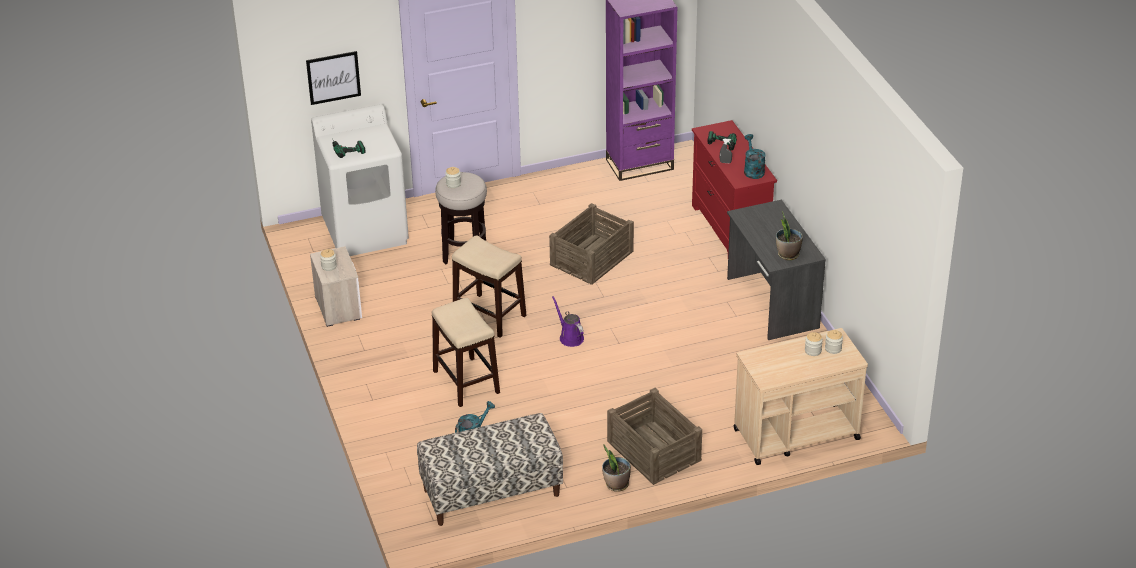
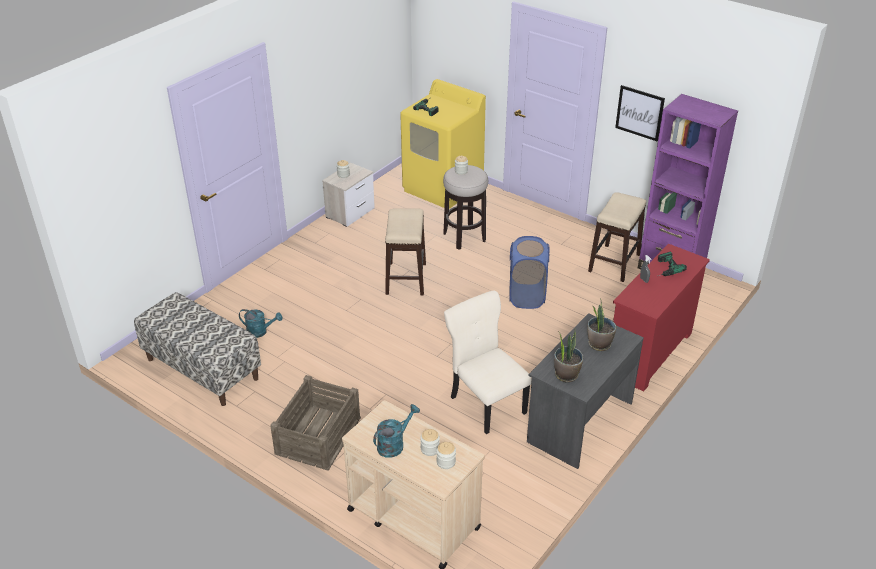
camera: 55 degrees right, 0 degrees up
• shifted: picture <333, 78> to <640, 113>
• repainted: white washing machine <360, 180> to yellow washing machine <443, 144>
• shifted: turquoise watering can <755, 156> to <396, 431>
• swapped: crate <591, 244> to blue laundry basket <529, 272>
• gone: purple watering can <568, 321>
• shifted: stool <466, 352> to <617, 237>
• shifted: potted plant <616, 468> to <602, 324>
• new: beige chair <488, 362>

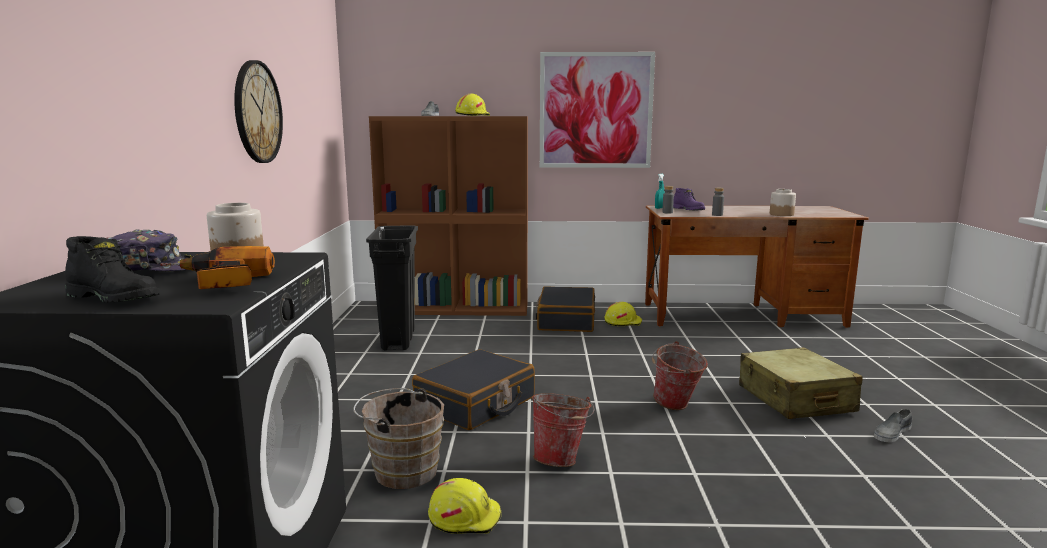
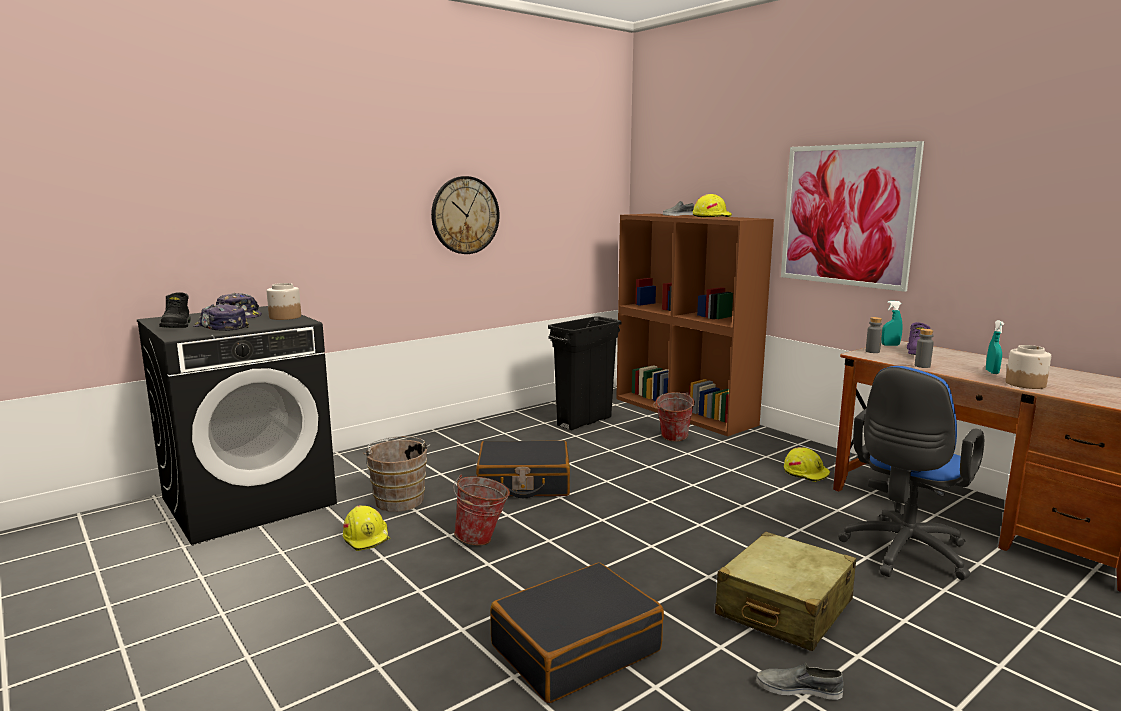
camera: 50 degrees right, 0 degrees up
• swapped: power drill <217, 267> to cap <221, 317>
• shifted: black suitcase <565, 309> to <577, 633>
• shifted: bucket <680, 375> to <674, 417>
• new: turquoise spray bottle <995, 347>
• new: blue office chair <911, 473>

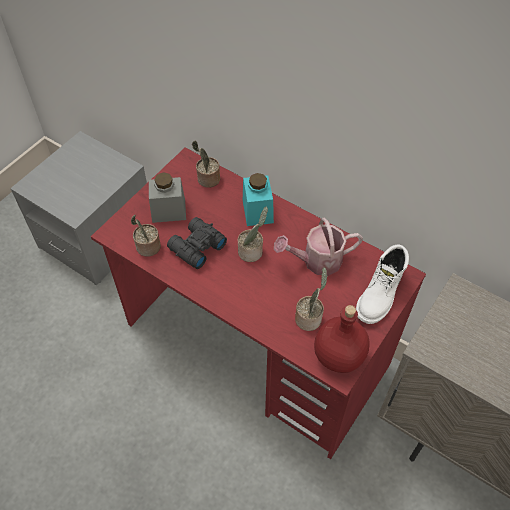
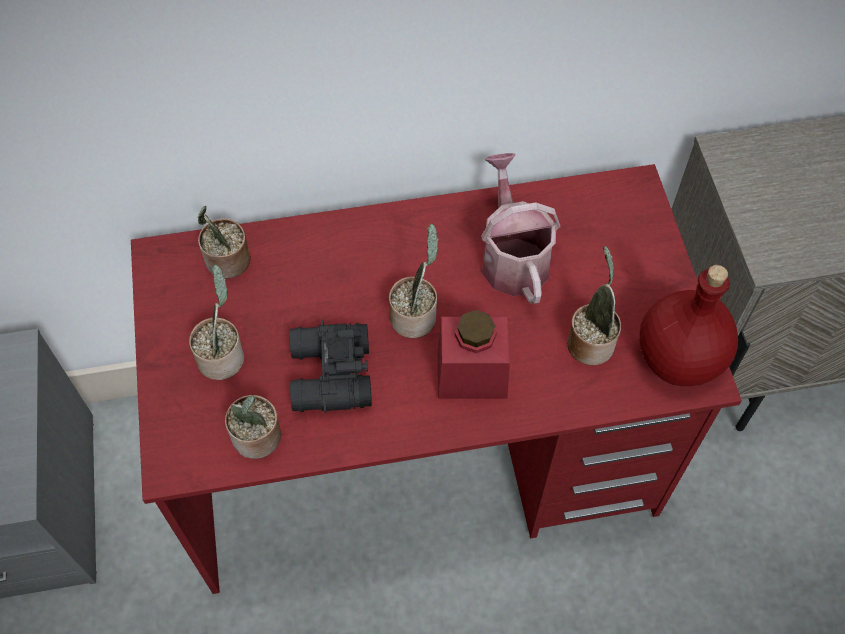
camera: 45 degrees left, 5 degrees up
• swapped: grey jar <167, 197> to potted plant <216, 322>
• gone: turquoise jar <258, 199>
• rotated: watering can <318, 247> = <520, 228> 135 degrees clockwise
• gone: white boot <382, 284>
• new: red jar <474, 354>

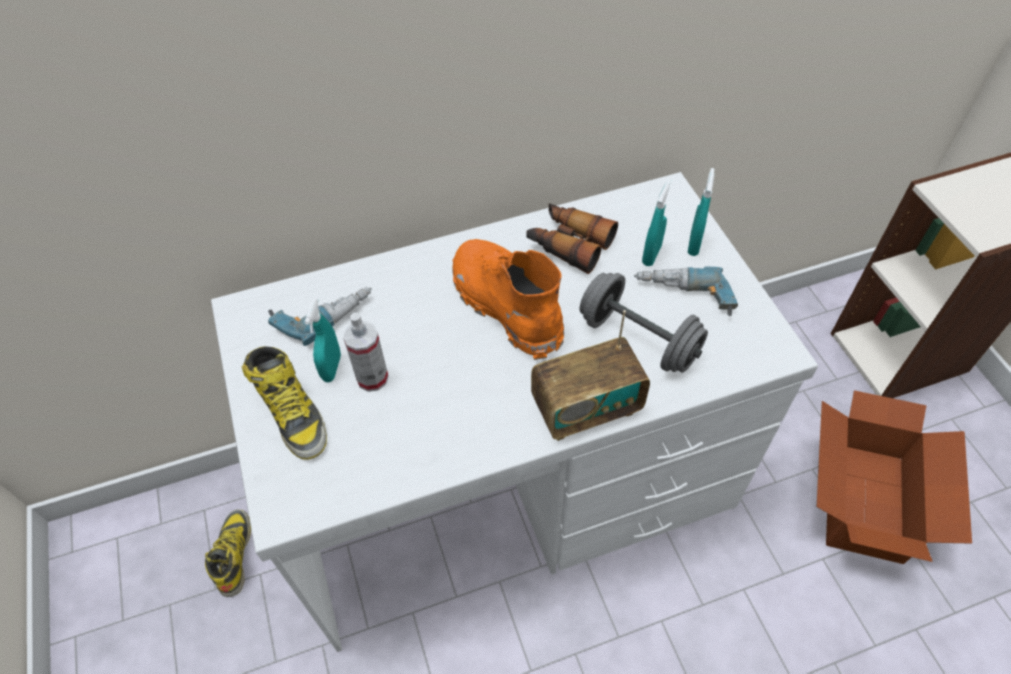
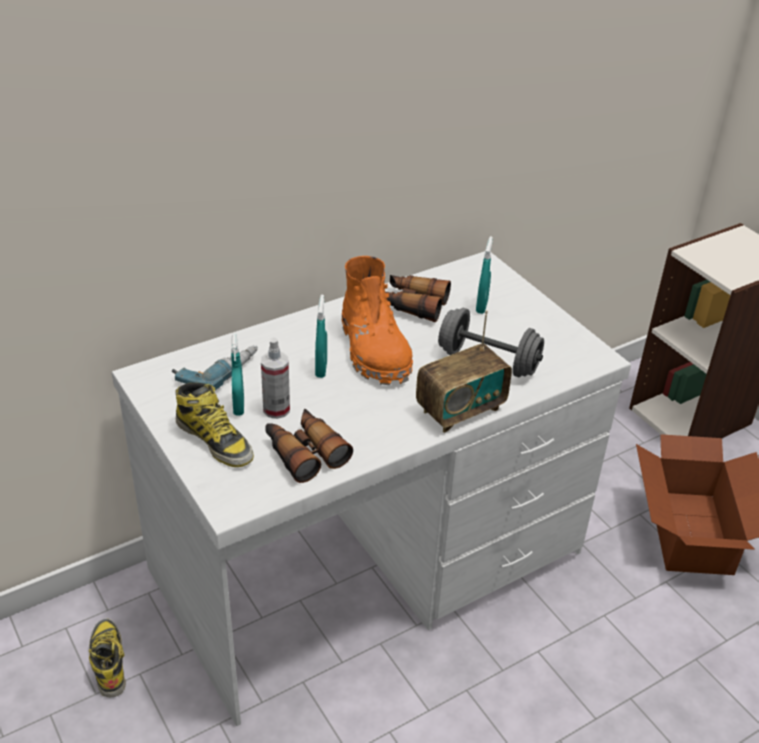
camera: 15 degrees left, 15 degrees down
• shifted: turquoise spray bottle <701, 212> to <321, 336>
• rotated: orange boot <508, 299> = <377, 320> 150 degrees counterclockwise
• gone: power drill <686, 291>
• new: binoculars <309, 446>

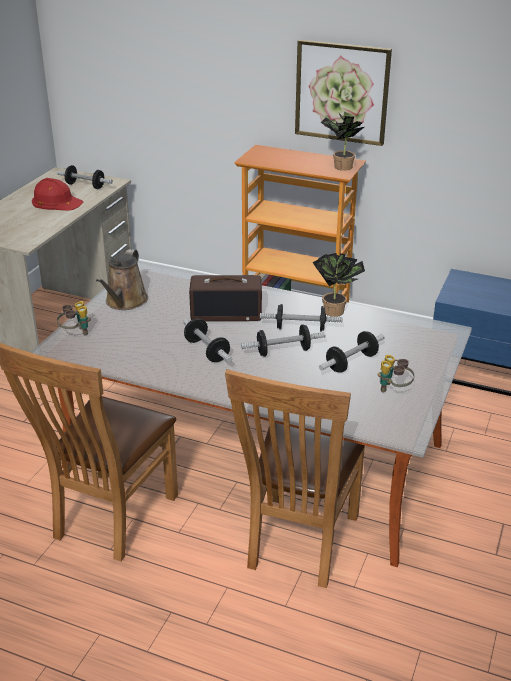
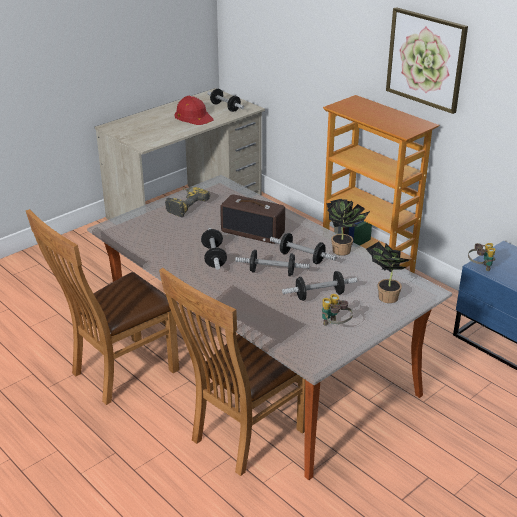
camera: 25 degrees right, 0 degrees up
• shifted: potted plant <342, 142> to <388, 272>
• swapped: brown watering can <122, 279> to power drill <187, 202>
• shifted: binoculars <74, 318> to <482, 257>

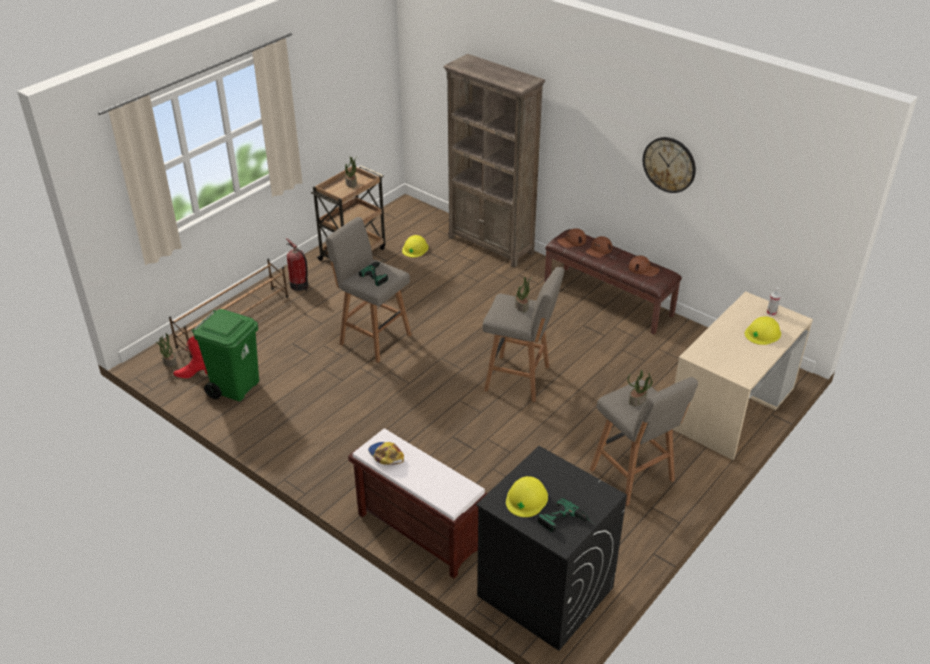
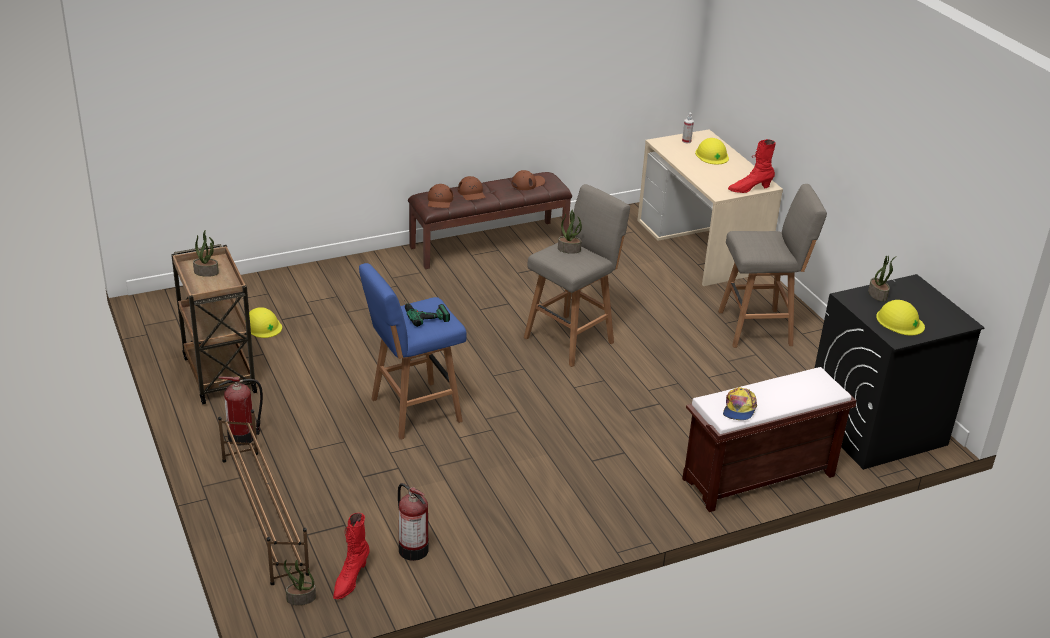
camera: 65 degrees left, 5 degrees down
• gone: brown bookcase <494, 160>
• gone: wall clock <669, 165>
• repainted: grey stool <369, 290> to blue stool <413, 351>
• swapped: green trash can <225, 355> to fire extinguisher <413, 522>
• shifted: potted plant <640, 388> to <882, 279>
• rotated: cap <386, 453> = <740, 403> 60 degrees counterclockwise
• gone: power drill <566, 514>
• new: red boot <752, 166>

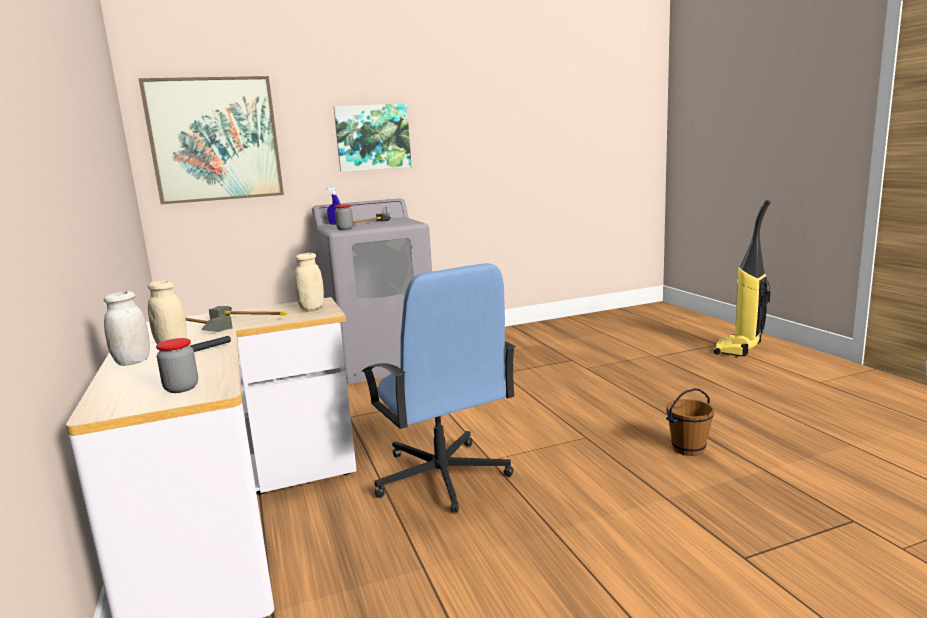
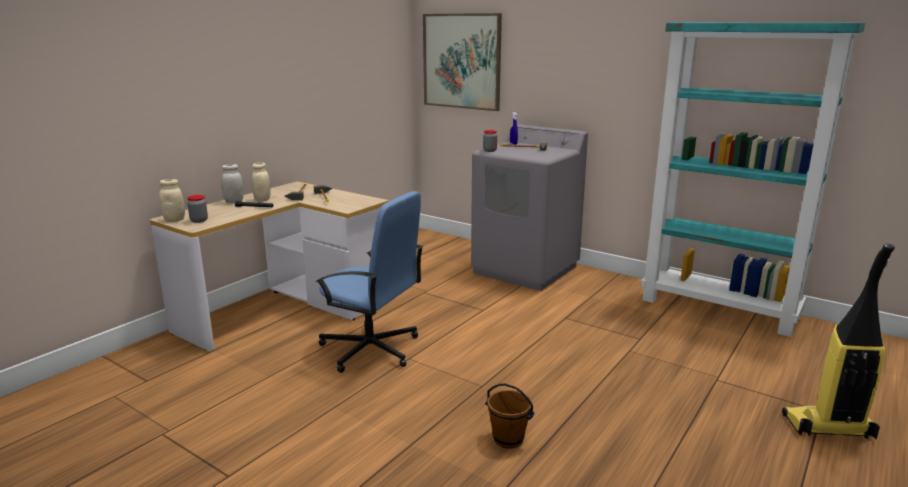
camera: 55 degrees right, 5 degrees up
• gone: picture <372, 138>
• shifted: beige jar <309, 281> to <172, 200>
• rotated: blue office chair <439, 388> = <370, 282> 90 degrees counterclockwise
• new: turquoise bookcase <753, 179>

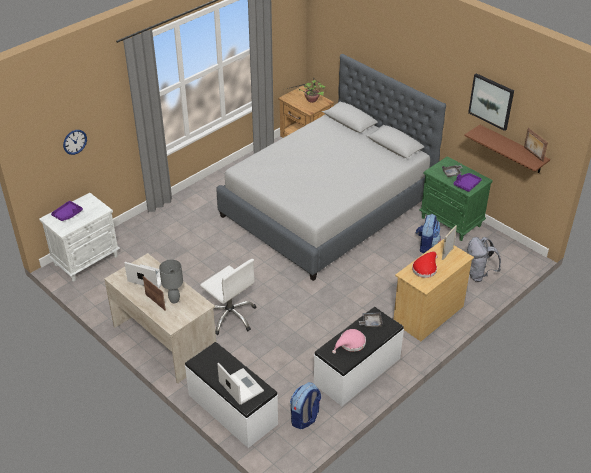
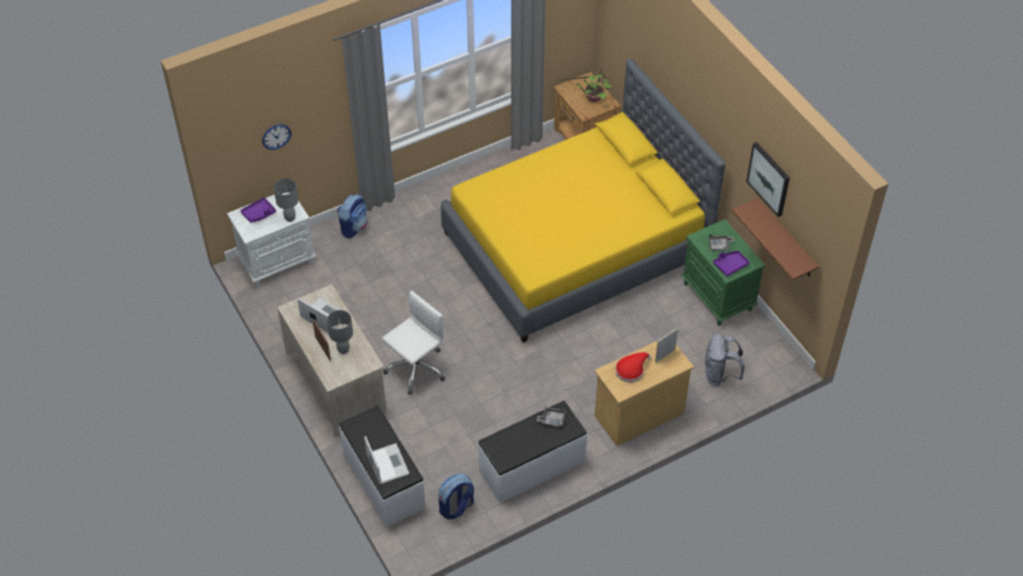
camera: 15 degrees right, 10 degrees up
• repainted: grey bed <331, 167> to yellow bed <583, 200>
• gone: picture frame <536, 145>
• shifted: backpack <428, 233> to <352, 216>
• rotated: white office chair <228, 297> = <413, 343> 105 degrees counterclockwise
• gone: pink hat <349, 341>
• new: grey table lamp <285, 200>

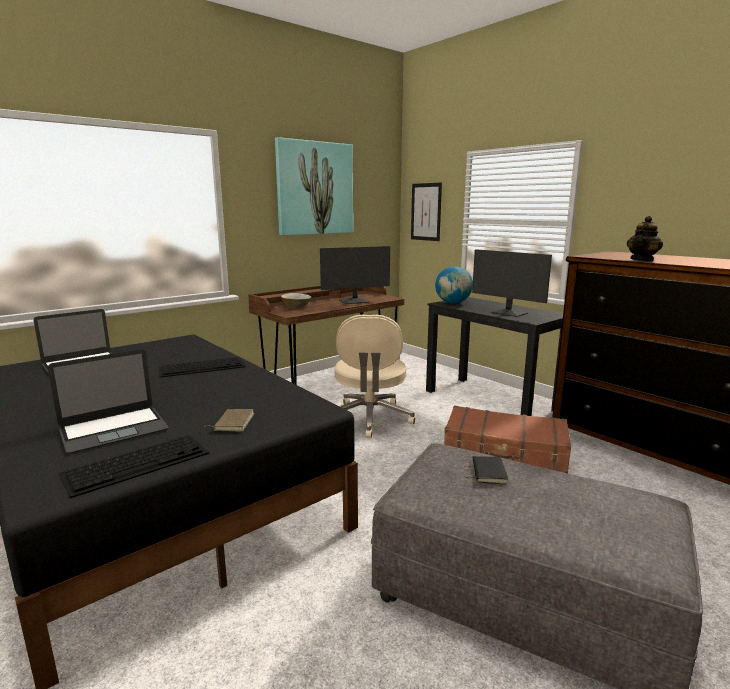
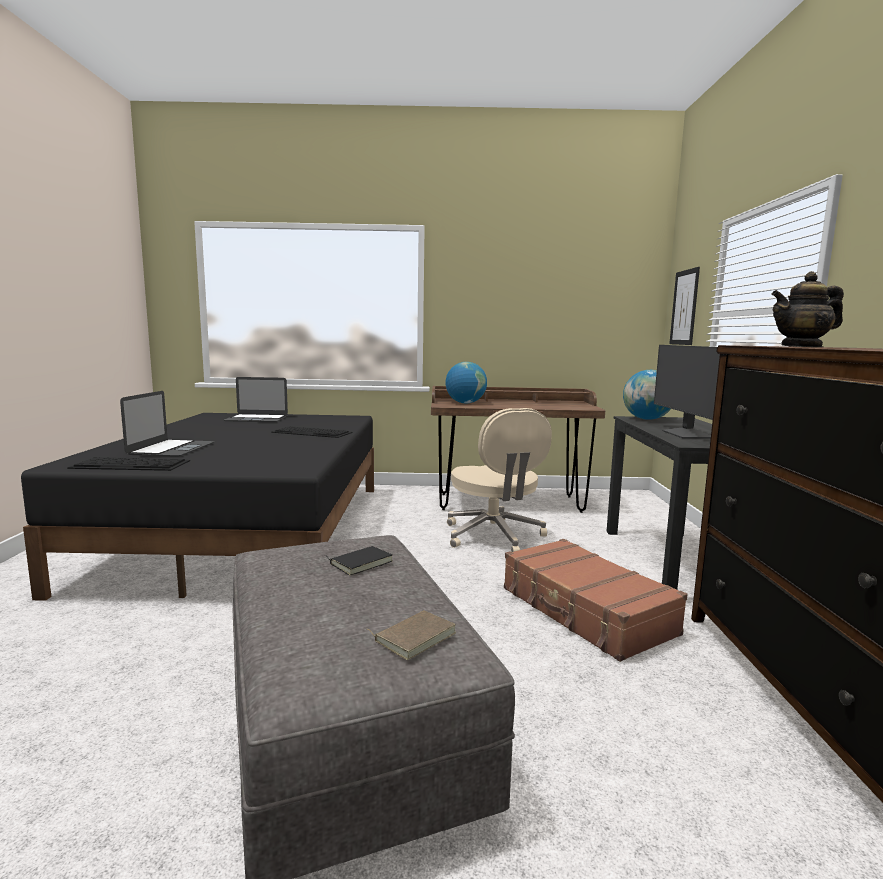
camera: 40 degrees right, 5 degrees down
• gone: picture <314, 186>
• gone: monitor <355, 275>
• swapped: beige bowl <296, 301> to globe <466, 383>
• rotated: beige office chair <374, 376> = <499, 480> 60 degrees counterclockwise
• rotated: laptop <108, 401> = <167, 424> 90 degrees counterclockwise
• shifted: brown book <229, 420> to <411, 635>

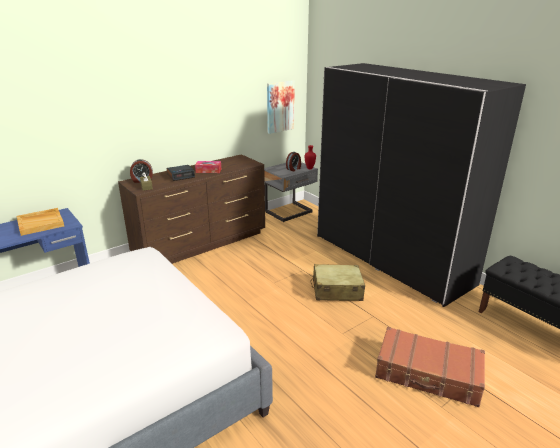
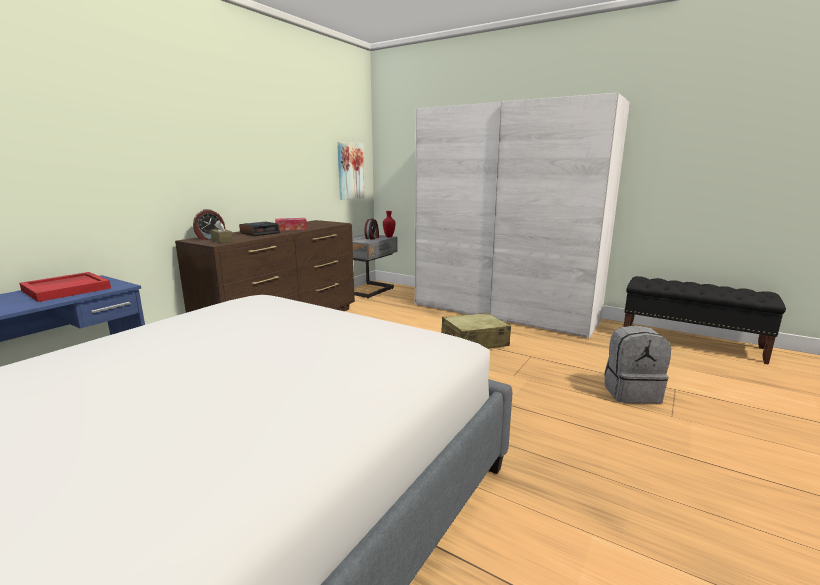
camera: 20 degrees left, 10 degrees down
• repainted: black wardrobe <421, 185> to white wardrobe <522, 216>
• repainted: beige tray <40, 222> to red tray <65, 287>
• swapped: brown suitcase <430, 367> to grey backpack <637, 364>

